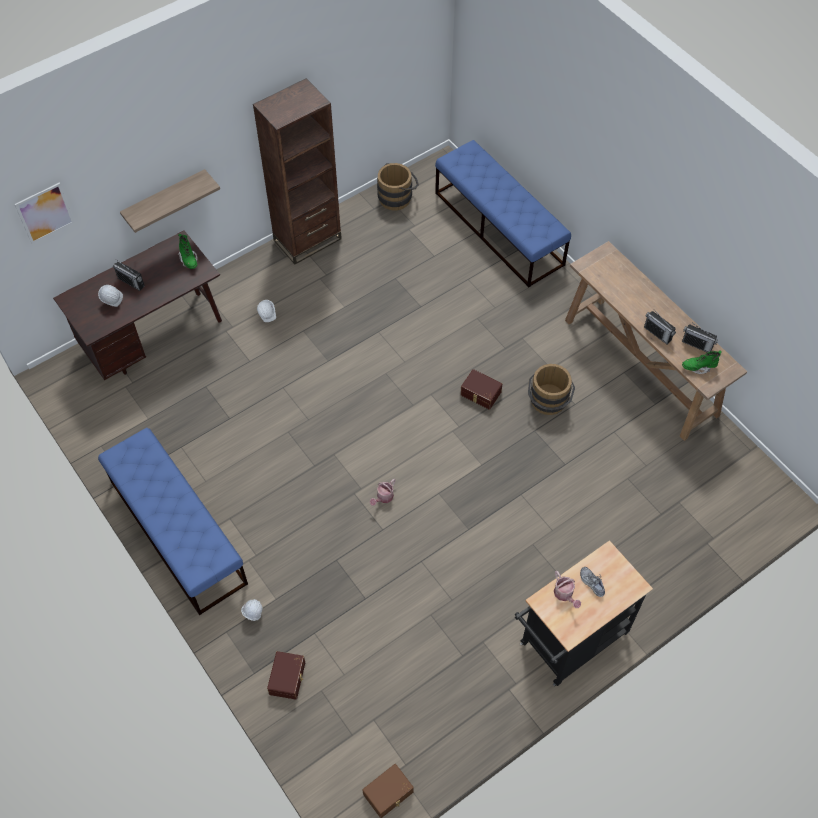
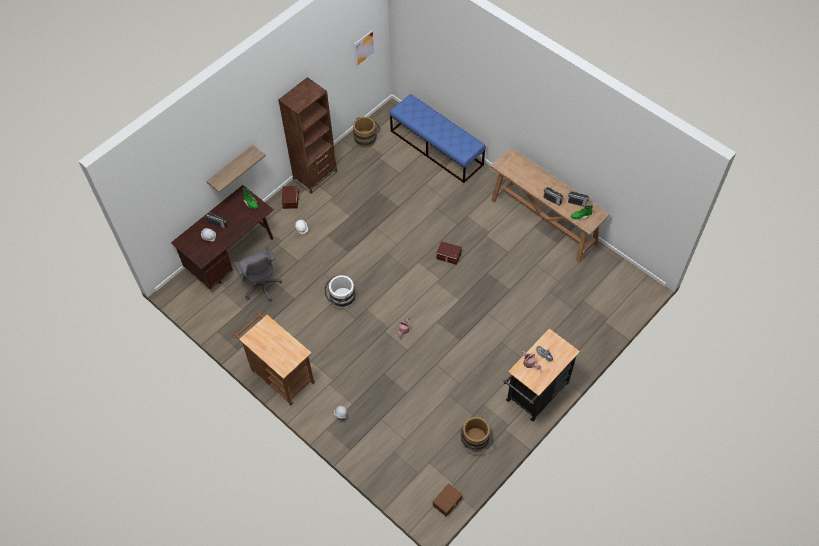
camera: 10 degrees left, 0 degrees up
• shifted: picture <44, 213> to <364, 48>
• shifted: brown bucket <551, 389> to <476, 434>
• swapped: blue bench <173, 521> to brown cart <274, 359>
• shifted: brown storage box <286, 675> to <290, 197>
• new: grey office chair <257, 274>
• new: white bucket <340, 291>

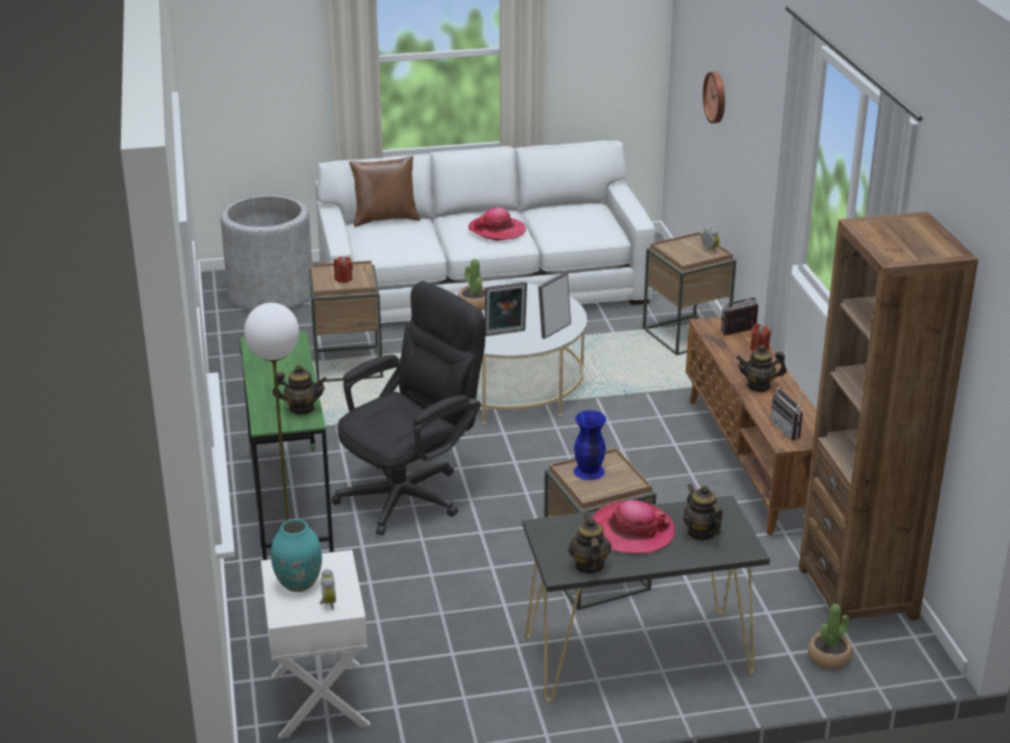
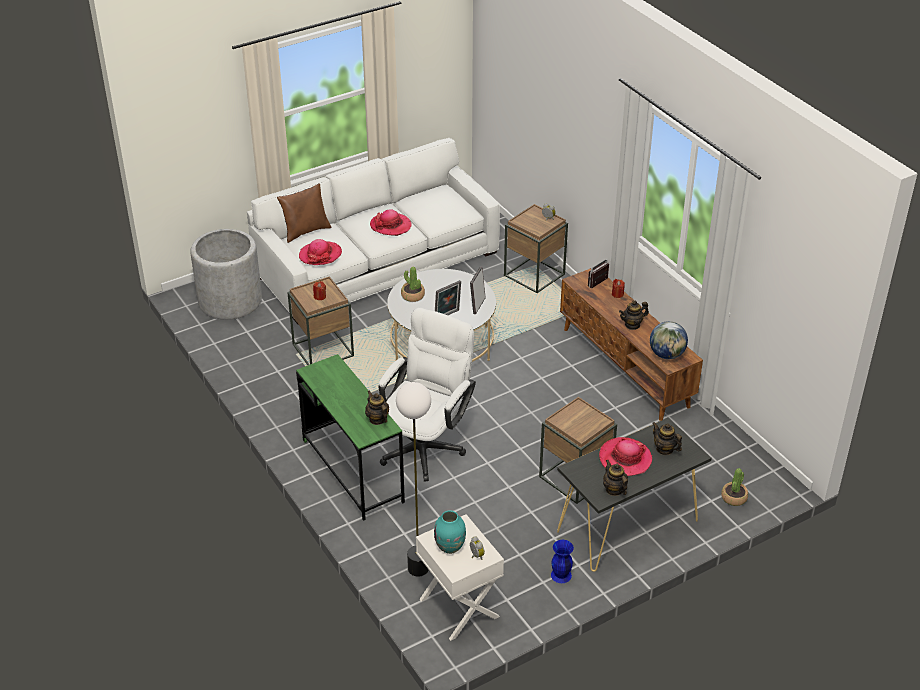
camera: 20 degrees left, 10 degrees up
• gone: wall clock <714, 97>
• gone: brown bookcase <888, 418>
• repainted: black office chair <409, 408> to white office chair <427, 394>
• rotated: teapot <300, 390> = <377, 407> 105 degrees counterclockwise
• swapped: radio <786, 412> to globe <669, 340>
• shifted: blue vase <590, 445> to <562, 561>
• new: hat <320, 252>

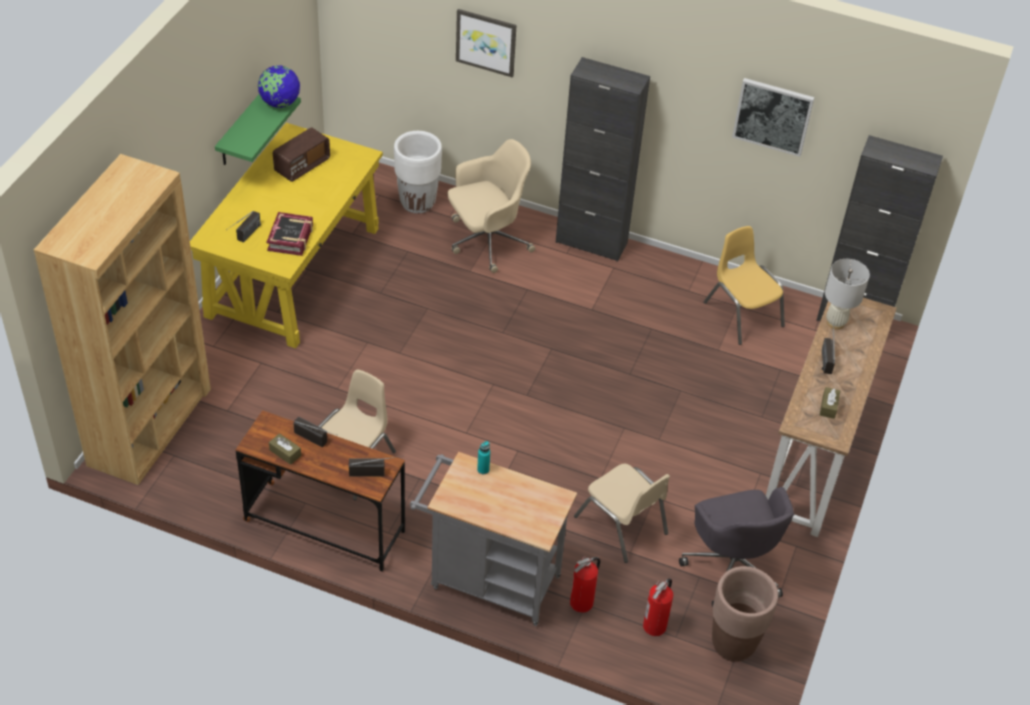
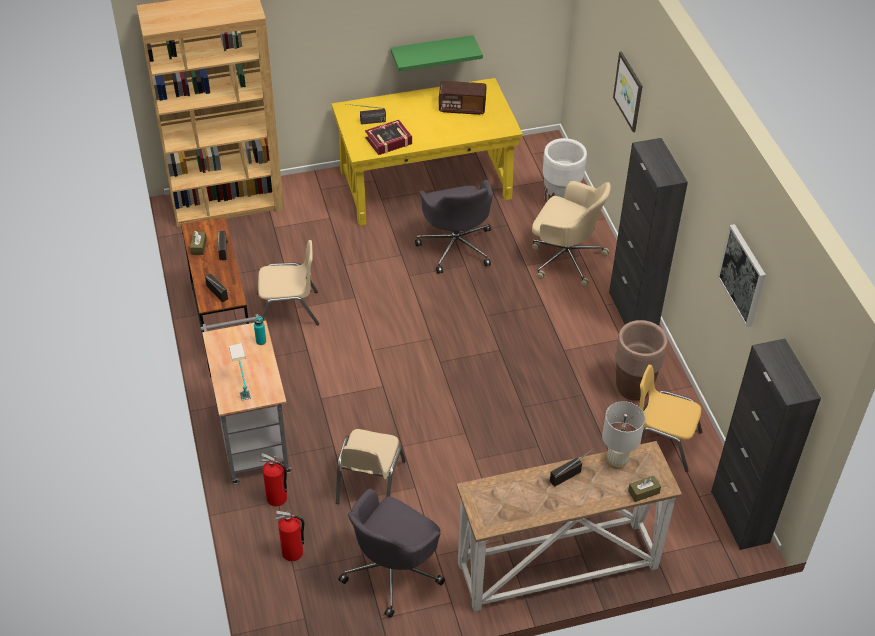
camera: 55 degrees right, 0 degrees up
• gone: globe <279, 86>
• rotated: yellow chair <744, 285> = <670, 418> 90 degrees counterclockwise
• shifted: brown tissue box <830, 403> to <644, 489>
• shifted: brown planter <745, 614> to <641, 360>
• new: grey office chair <454, 227>
• new: table lamp <240, 371>

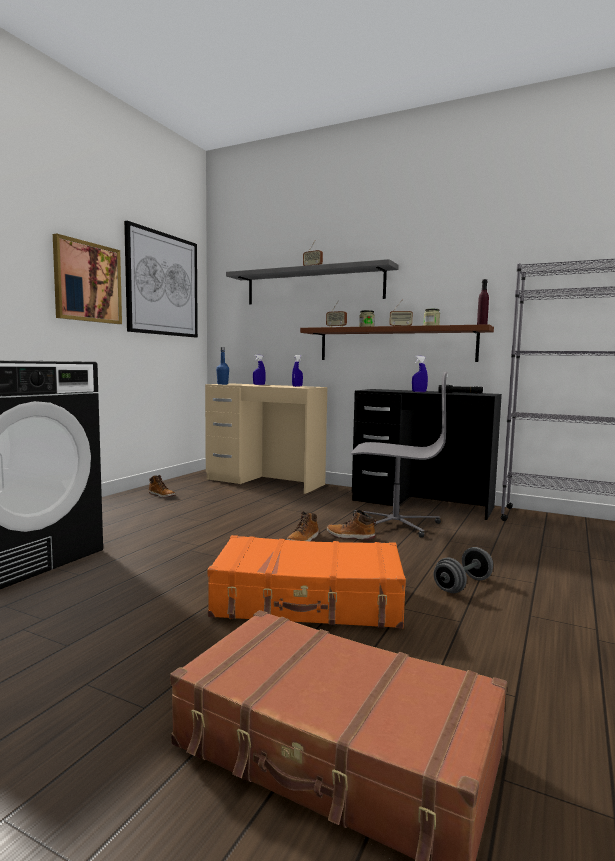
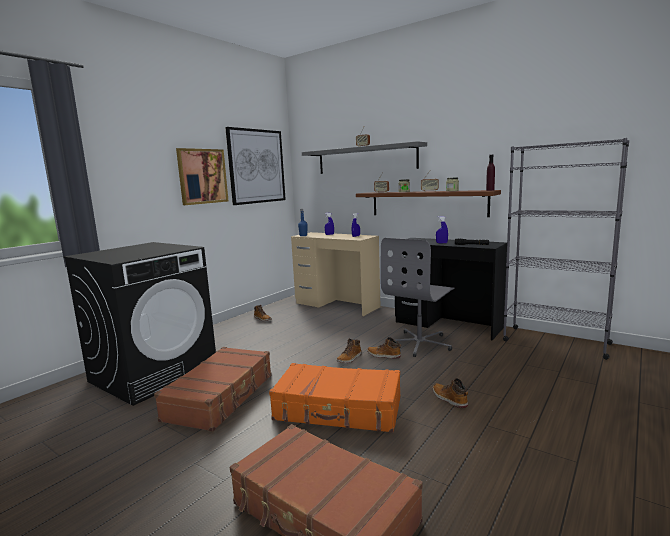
camera: 10 degrees right, 5 degrees up
• rotated: grey office chair <399, 454> = <417, 297> 105 degrees clockwise
• swapped: grey dumbbell <463, 570> to boot <450, 393>
• new: brown suitcase <213, 389>

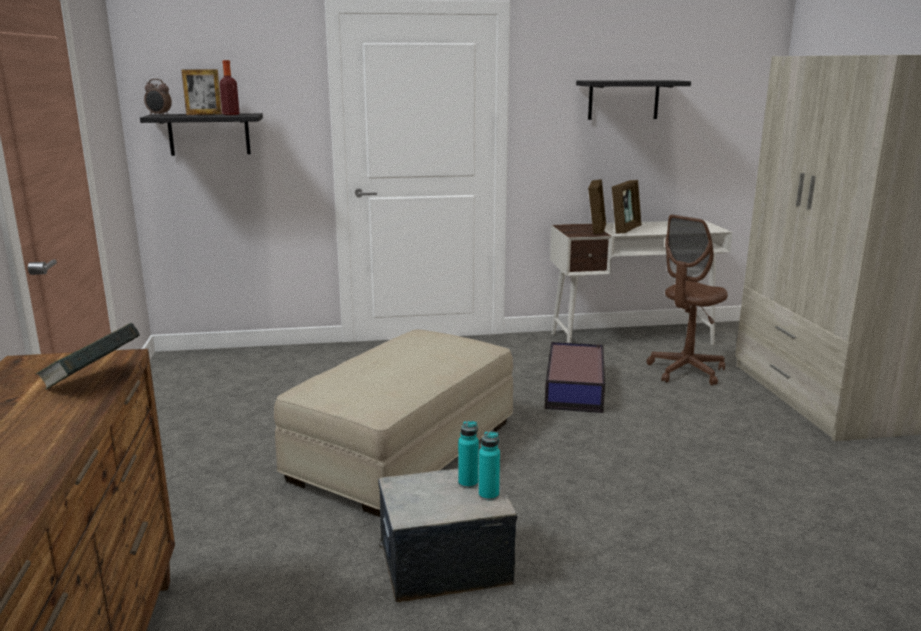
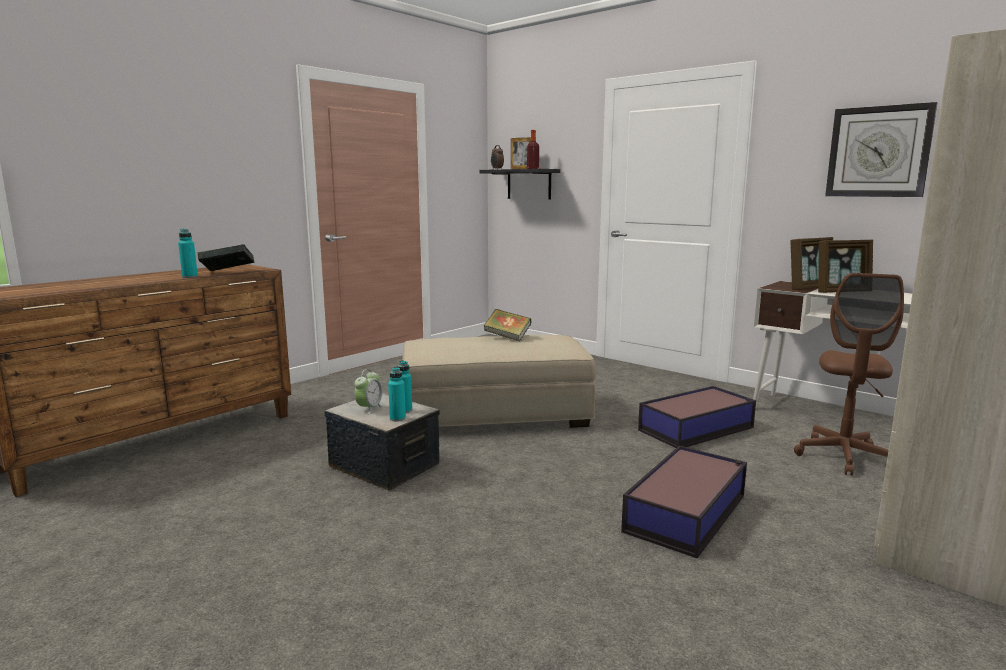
camera: 50 degrees right, 5 degrees down
• swapped: black shelf <633, 100> to wall clock <881, 149>
• rotated: brown office chair <687, 300> = <849, 374> 75 degrees counterclockwise
• new: turquoise bottle <188, 253>
• new: book <507, 325>
• new: alarm clock <368, 392>
• new: storage box <684, 502>

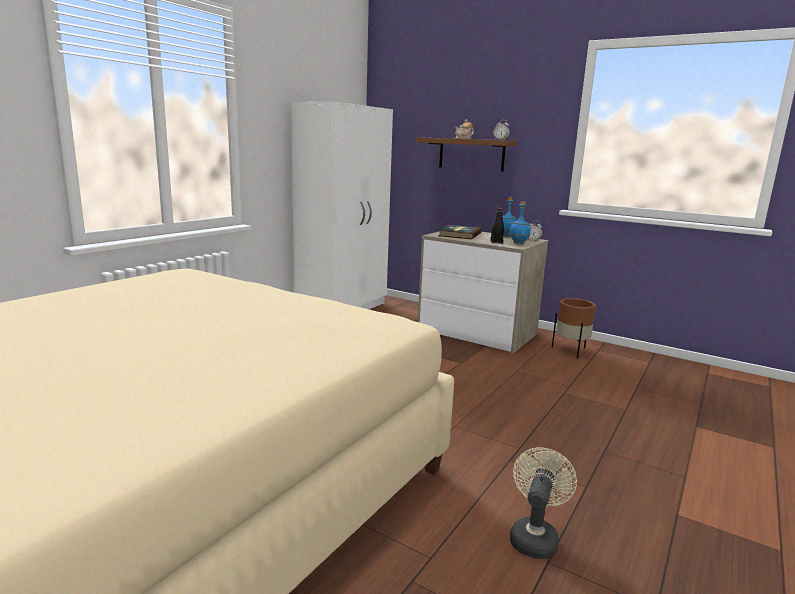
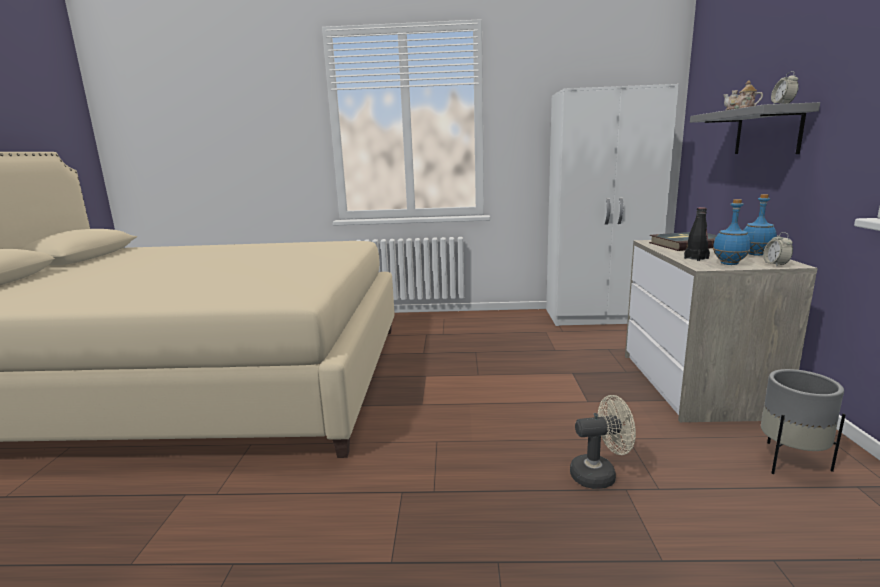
camera: 60 degrees right, 0 degrees up
• repainted: brown shelf <466, 154> to grey shelf <755, 128>
• repainted: brown planter <574, 328> to grey planter <803, 421>
• shifted: beige fan <543, 503> to <603, 442>

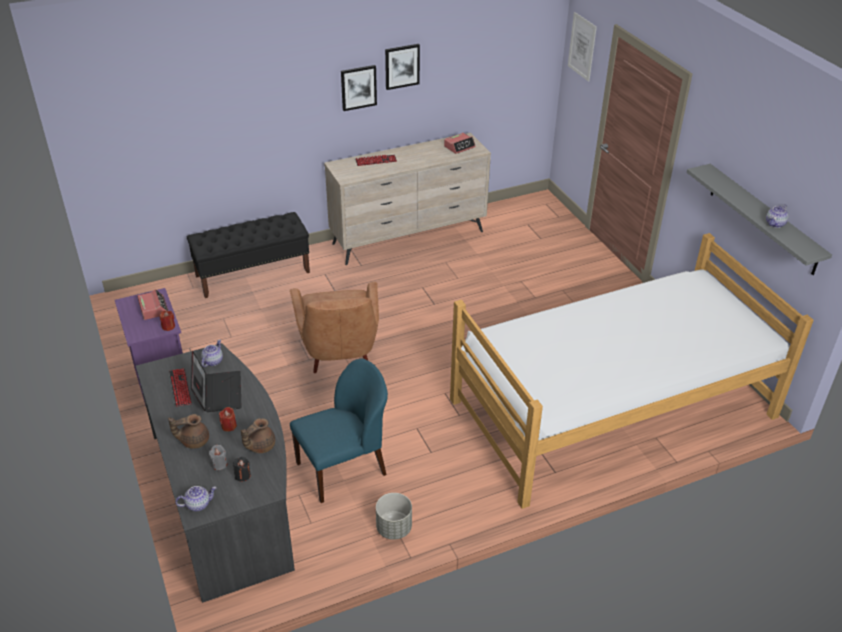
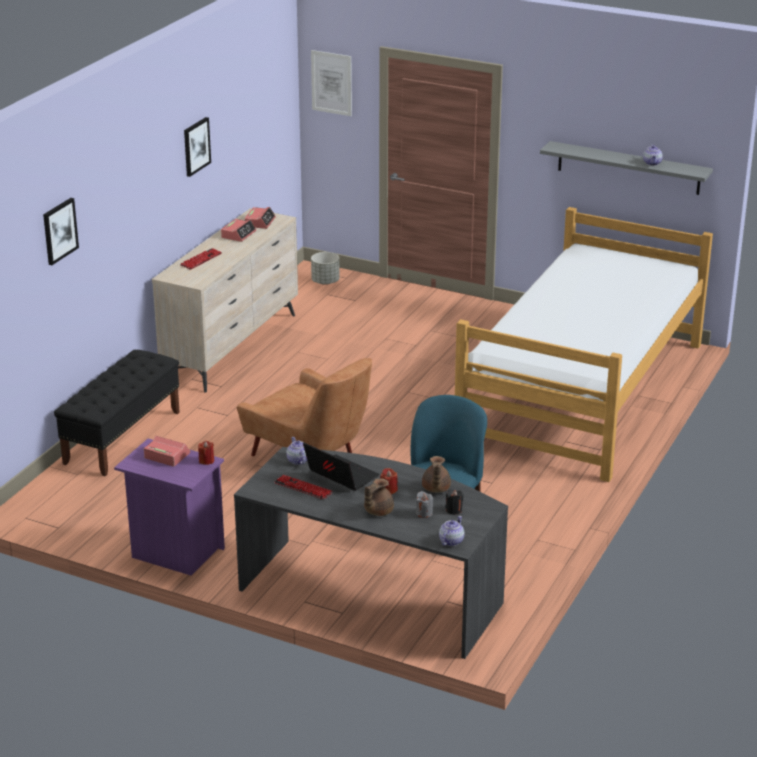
camera: 40 degrees left, 10 degrees down
• shifted: picture <359, 88> to <61, 231>
• shifted: grey planter <394, 516> to <325, 268>
• new: alarm clock <238, 230>

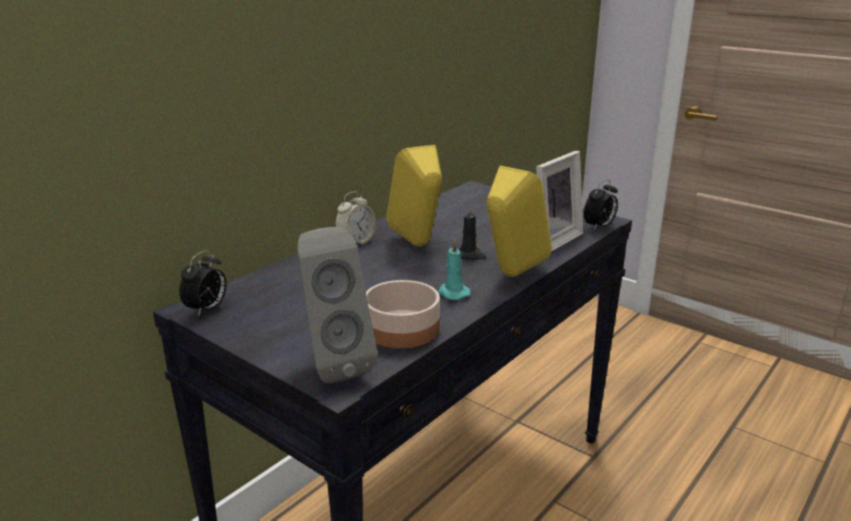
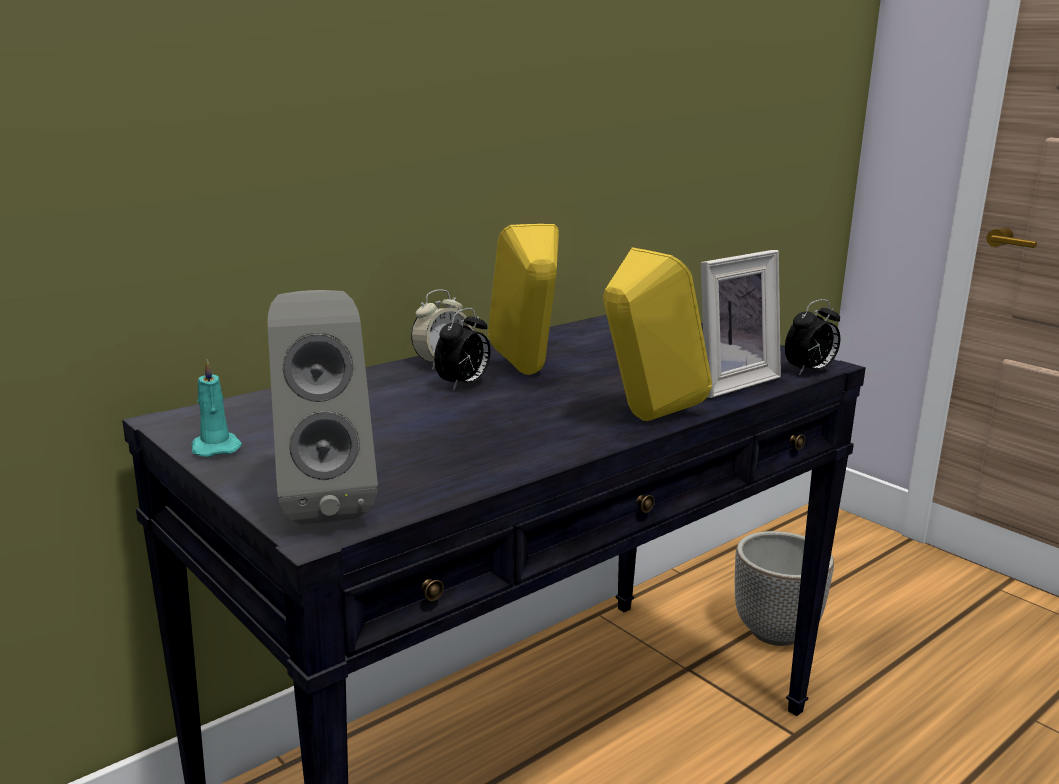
camera: 10 degrees right, 5 degrees down
• gone: black candle <471, 233>
• shifted: turquoise candle <454, 269> to <216, 408>
• shifted: alarm clock <203, 283> to <462, 349>
• gone: bowl <403, 314>
• new: planter <784, 588>

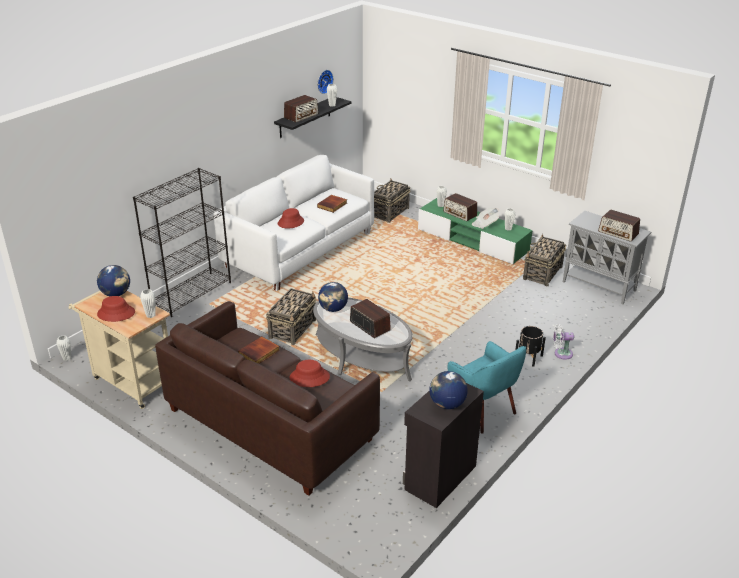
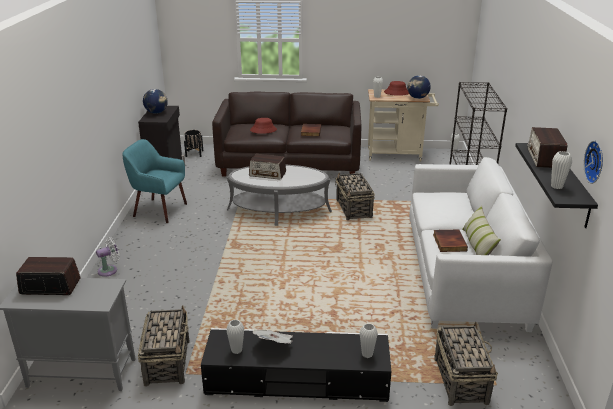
camera: 145 degrees right, 5 degrees down
• gone: radio <460, 207>
• repainted: green tv stand <475, 231> to black tv stand <296, 365>
• gone: red hat <291, 218>
• gone: globe <333, 297>
• shifted: black planter <530, 346> to <193, 143>
• new: pillow <481, 230>

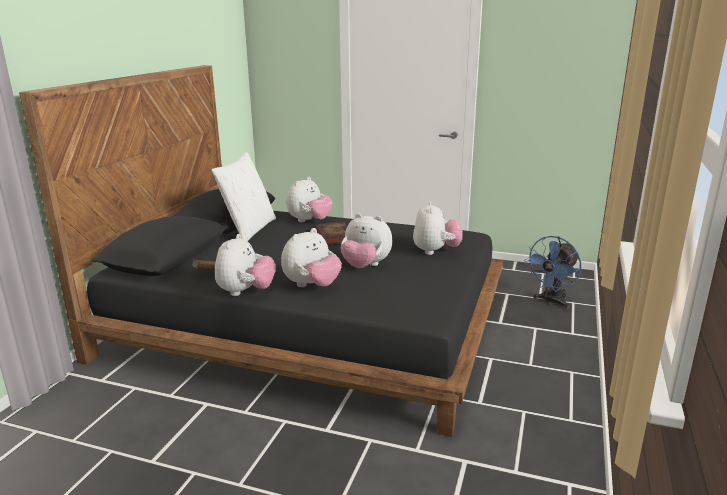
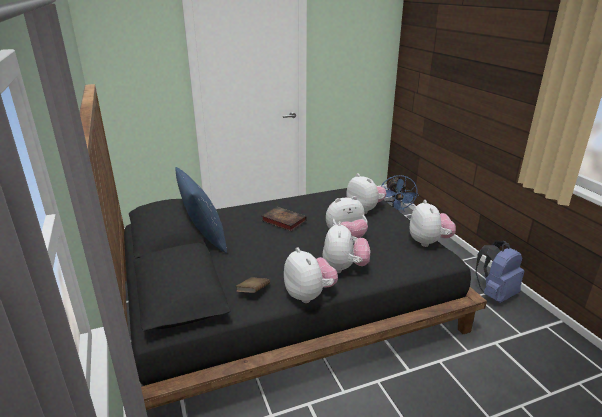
camera: 40 degrees left, 5 degrees up
• repainted: white pillow <244, 196> to blue pillow <201, 210>
• shifted: plush toy <309, 199> to <433, 223>
• new: blue backpack <500, 272>

